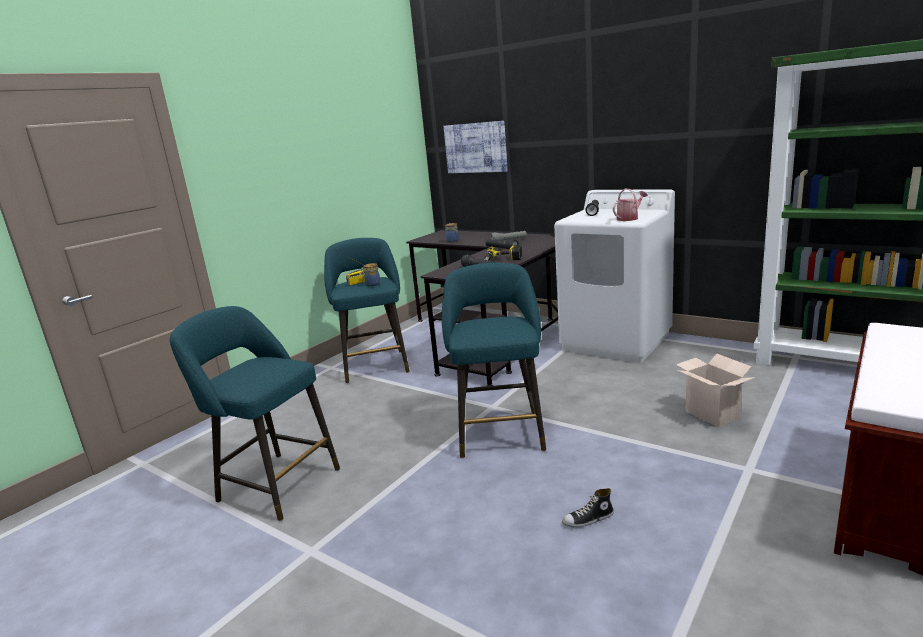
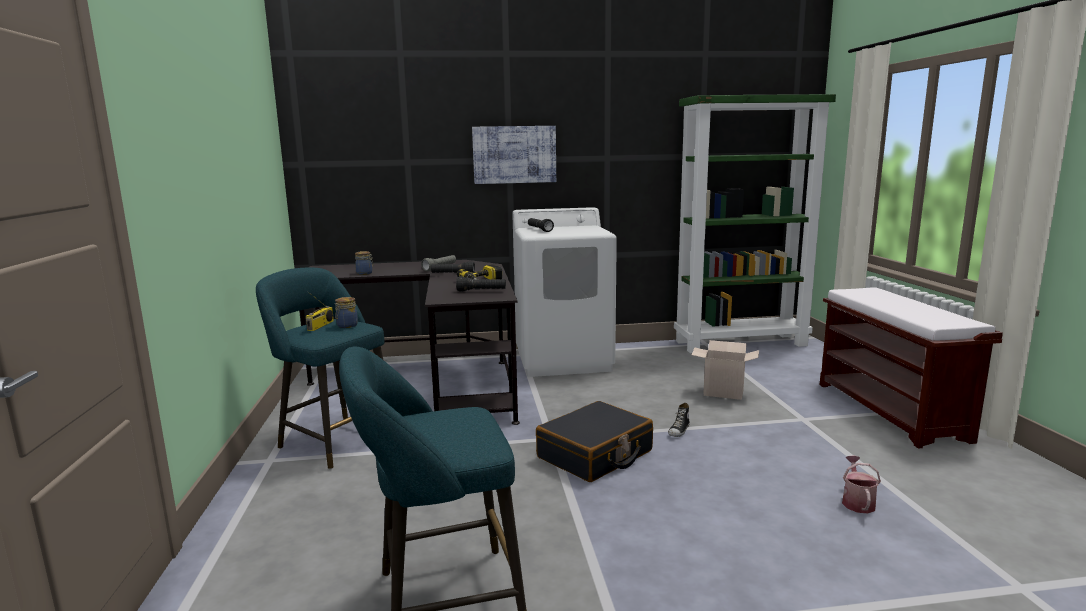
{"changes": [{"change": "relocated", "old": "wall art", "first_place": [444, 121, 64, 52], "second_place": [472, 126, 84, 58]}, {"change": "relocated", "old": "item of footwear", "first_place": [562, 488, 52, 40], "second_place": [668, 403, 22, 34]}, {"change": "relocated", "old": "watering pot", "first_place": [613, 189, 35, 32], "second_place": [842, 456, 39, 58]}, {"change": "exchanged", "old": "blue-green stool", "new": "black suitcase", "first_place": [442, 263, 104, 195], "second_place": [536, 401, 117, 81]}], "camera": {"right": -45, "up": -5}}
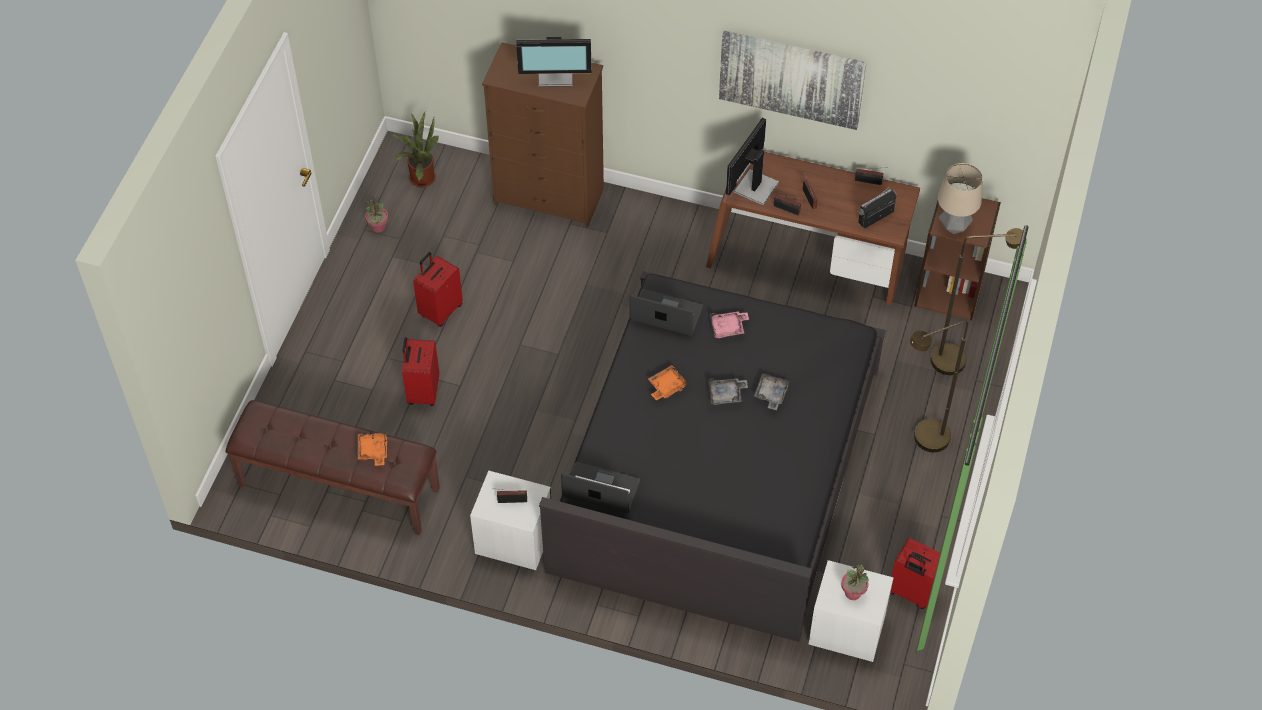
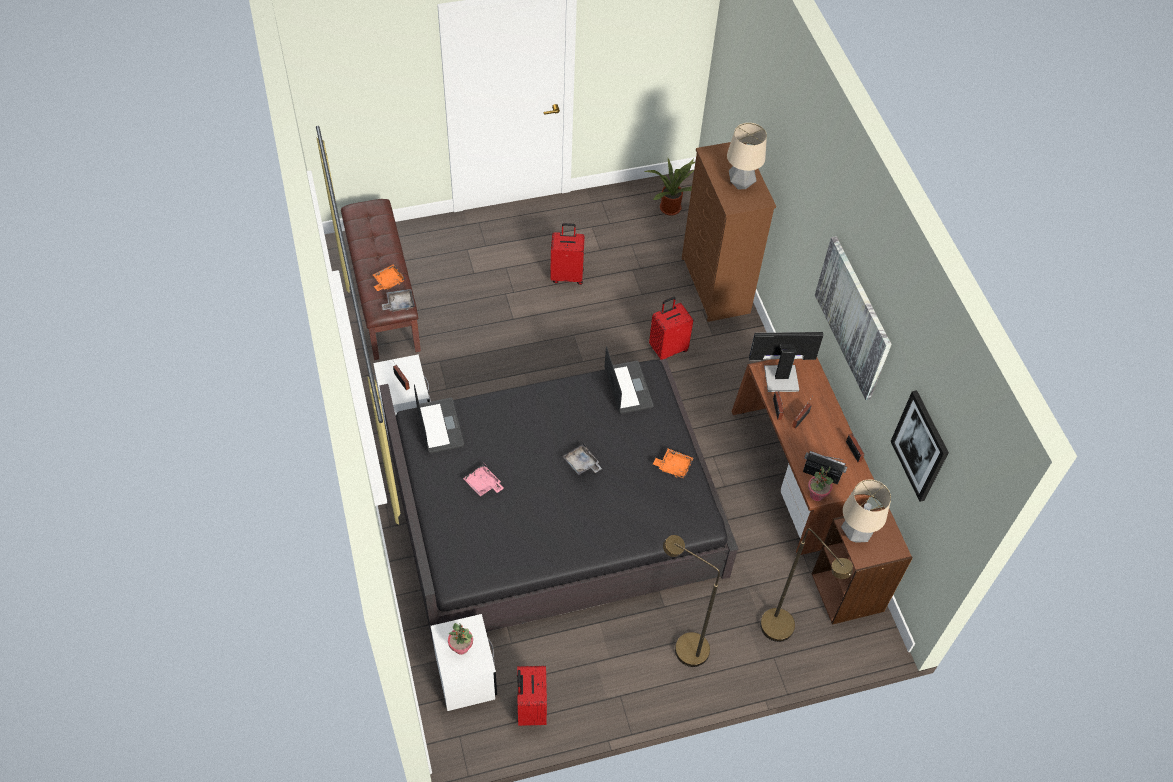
{"changes": [{"change": "appeared", "new": "wall art", "second_place": [890, 390, 59, 112]}, {"change": "relocated", "old": "plant in a pot", "first_place": [365, 195, 23, 38], "second_place": [808, 466, 25, 35]}, {"change": "relocated", "old": "reddish suitcase", "first_place": [402, 337, 37, 69], "second_place": [649, 297, 44, 63]}, {"change": "relocated", "old": "orange-coloured tray", "first_place": [648, 365, 41, 36], "second_place": [653, 449, 40, 29]}, {"change": "relocated", "old": "pink-coloured tray", "first_place": [710, 311, 39, 27], "second_place": [463, 463, 41, 34]}, {"change": "relocated", "old": "greyish tray", "first_place": [754, 373, 36, 37], "second_place": [382, 289, 33, 23]}, {"change": "exchanged", "old": "computer screen", "new": "lamp for a table", "first_place": [516, 37, 76, 50], "second_place": [727, 123, 40, 66]}], "camera": {"right": 55, "up": 0}}
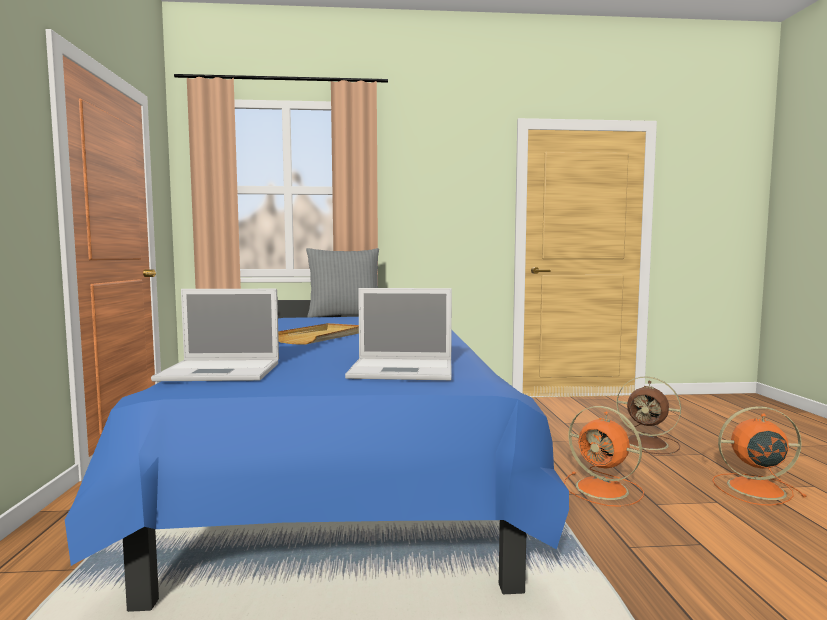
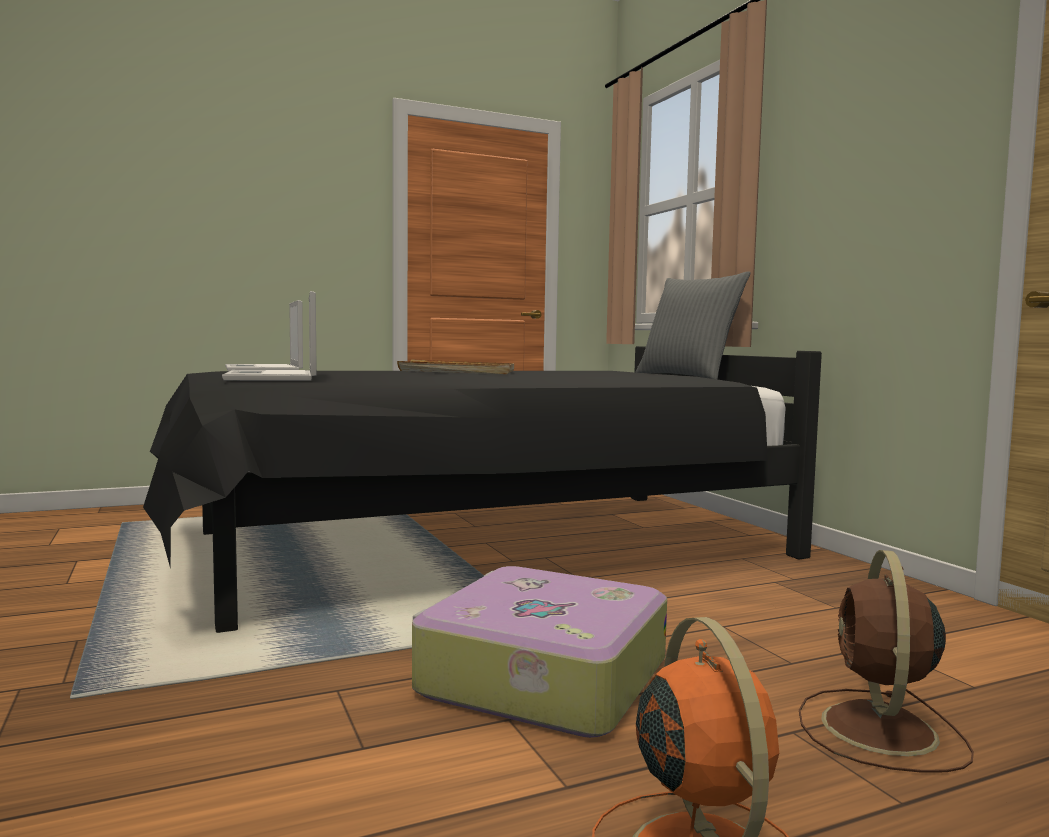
{"changes": [{"change": "exchanged", "old": "orange-coloured cooling fan", "new": "suitcase", "first_place": [564, 406, 80, 101], "second_place": [412, 566, 255, 172]}, {"change": "colour", "old": "blue-coloured sleeping bed", "new": "black sleeping bed", "first_place": [65, 297, 504, 315], "second_place": [143, 346, 679, 287]}], "camera": {"right": 70, "up": 0}}
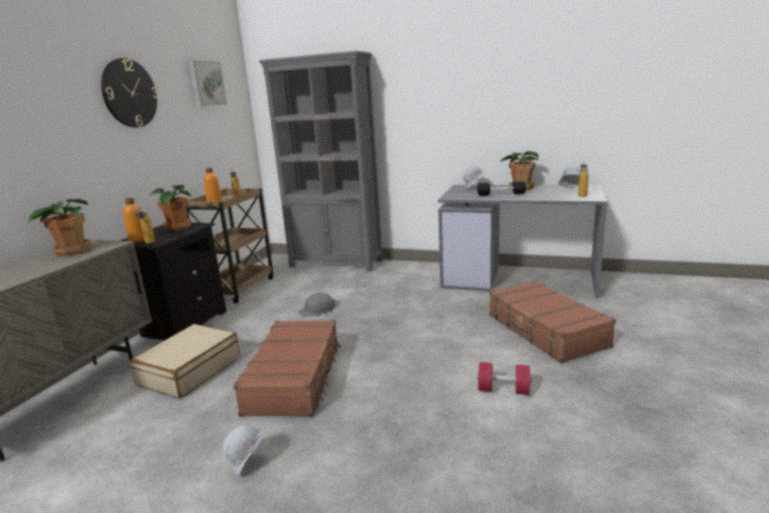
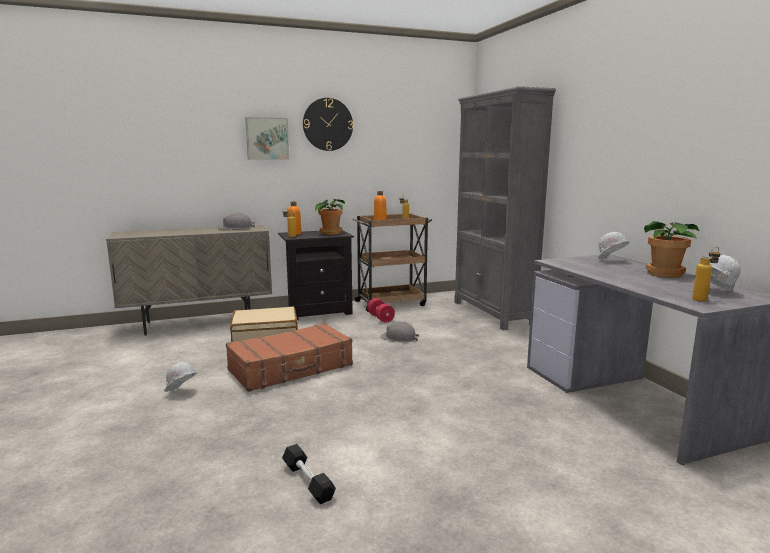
{"changes": [{"change": "missing", "old": "brownish suitcase", "first_place": [489, 280, 127, 83]}, {"change": "relocated", "old": "wall art", "first_place": [189, 61, 38, 46], "second_place": [245, 117, 45, 43]}, {"change": "relocated", "old": "black hand weight", "first_place": [477, 181, 49, 15], "second_place": [282, 444, 54, 60]}, {"change": "relocated", "old": "reddish hand weight", "first_place": [477, 362, 55, 33], "second_place": [367, 298, 28, 25]}, {"change": "exchanged", "old": "plant in a pot", "new": "greyish work helmet", "first_place": [28, 199, 63, 57], "second_place": [218, 212, 37, 17]}], "camera": {"right": 50, "up": -5}}
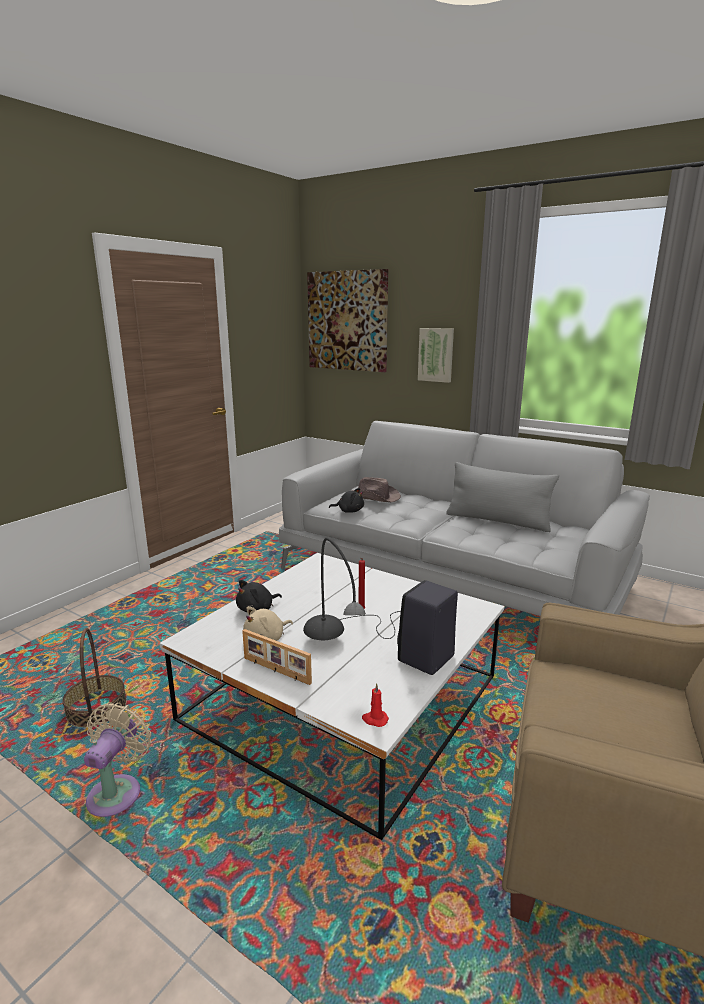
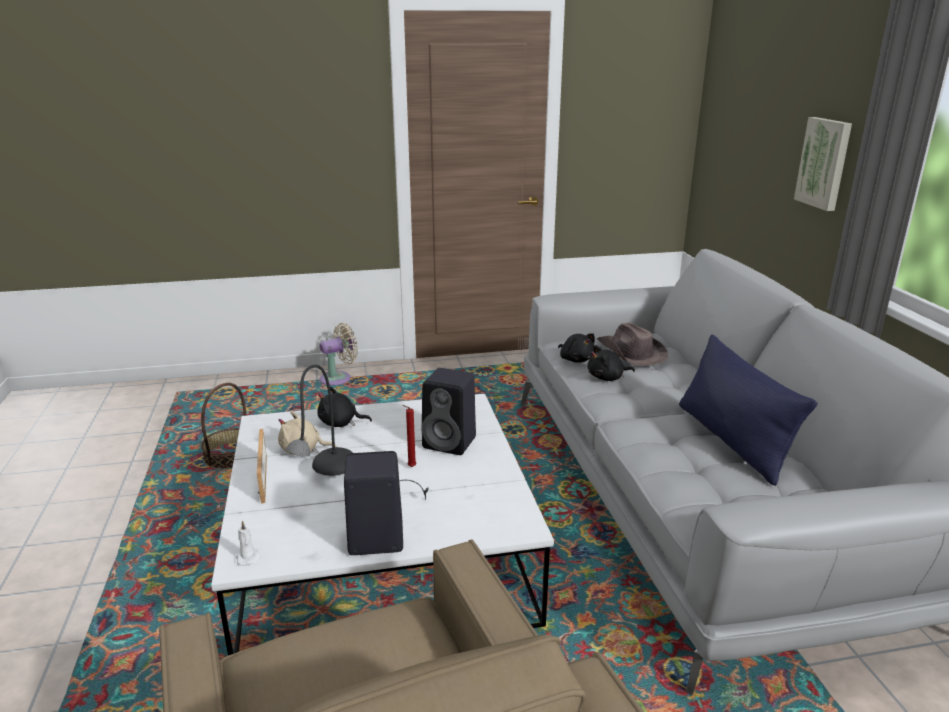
{"changes": [{"change": "missing", "old": "wall art", "first_place": [307, 269, 81, 103]}, {"change": "appeared", "new": "black speaker", "second_place": [421, 368, 55, 87]}, {"change": "appeared", "new": "black soft toy", "second_place": [588, 345, 47, 36]}, {"change": "relocated", "old": "beige-coloured cooling fan", "first_place": [84, 703, 67, 114], "second_place": [319, 323, 39, 62]}, {"change": "colour", "old": "reddish wax candle", "new": "whitish wax candle", "first_place": [362, 683, 27, 44], "second_place": [236, 521, 25, 45]}, {"change": "colour", "old": "greyish cushion", "new": "blue-coloured cushion", "first_place": [446, 462, 113, 70], "second_place": [679, 334, 139, 152]}], "camera": {"right": 45, "up": 5}}
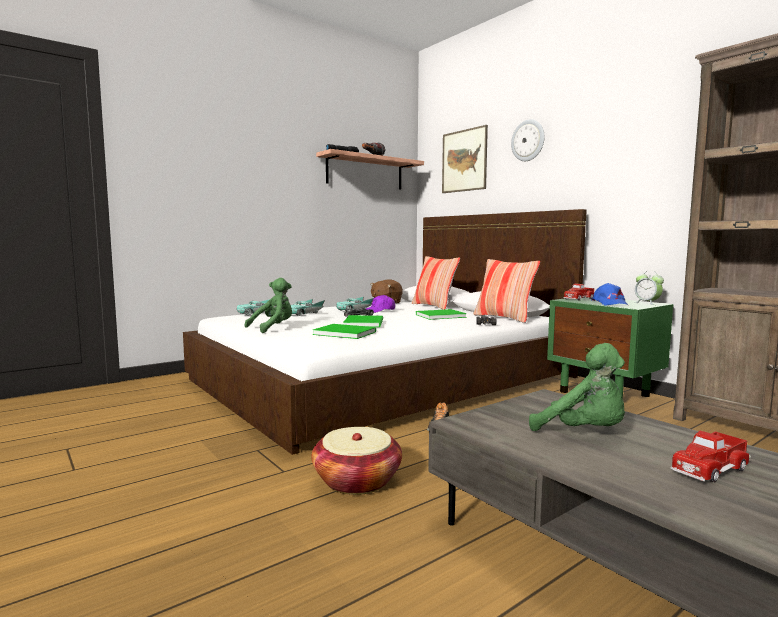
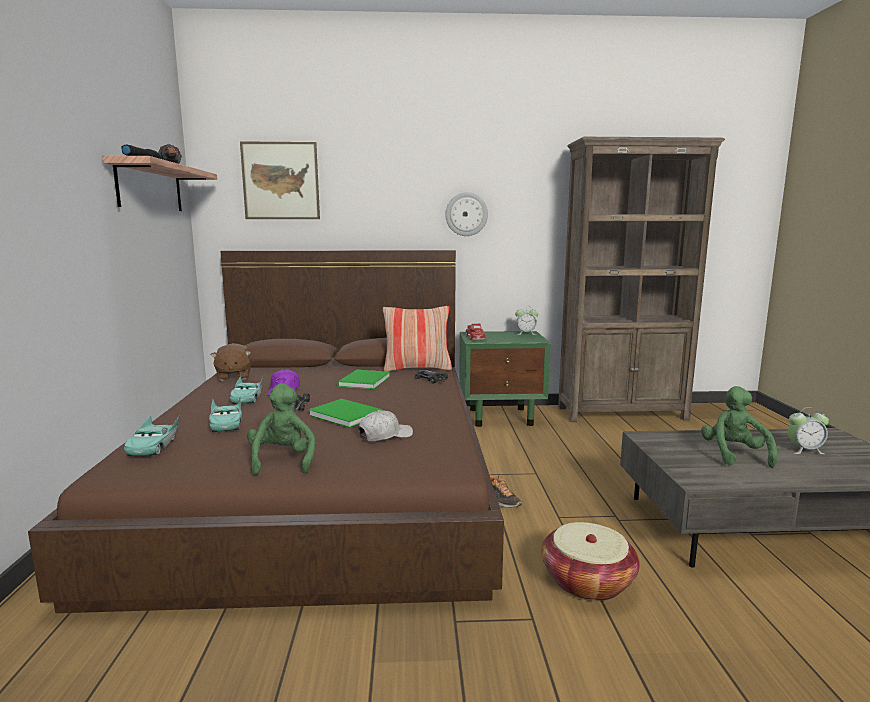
{"changes": [{"change": "missing", "old": "cushion", "first_place": [412, 256, 48, 54]}, {"change": "missing", "old": "blue-coloured peaked cap", "first_place": [592, 283, 37, 23]}, {"change": "relocated", "old": "wall clock", "first_place": [511, 119, 33, 42], "second_place": [445, 192, 43, 44]}, {"change": "exchanged", "old": "green bound book", "new": "whitish peaked cap", "first_place": [313, 324, 63, 15], "second_place": [358, 410, 55, 31]}, {"change": "exchanged", "old": "toy lorry", "new": "bedside clock", "first_place": [671, 431, 80, 51], "second_place": [788, 407, 41, 47]}, {"change": "colour", "old": "whitish sleeping bed", "new": "brownish sleeping bed", "first_place": [183, 209, 404, 246], "second_place": [28, 250, 476, 363]}, {"change": "spun", "old": "green soft toy", "first_place": [529, 343, 96, 88], "second_place": [701, 386, 76, 82], "degrees": -75}], "camera": {"right": -55, "up": 5}}
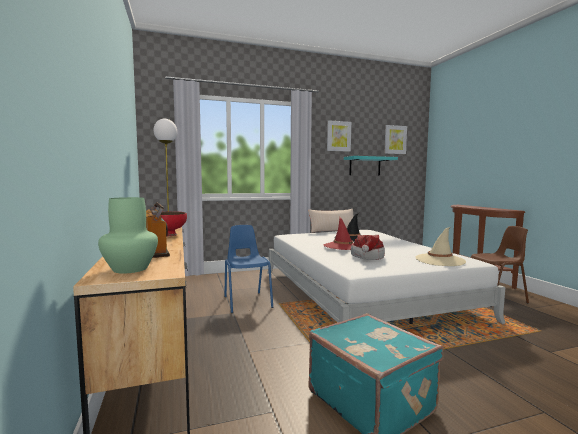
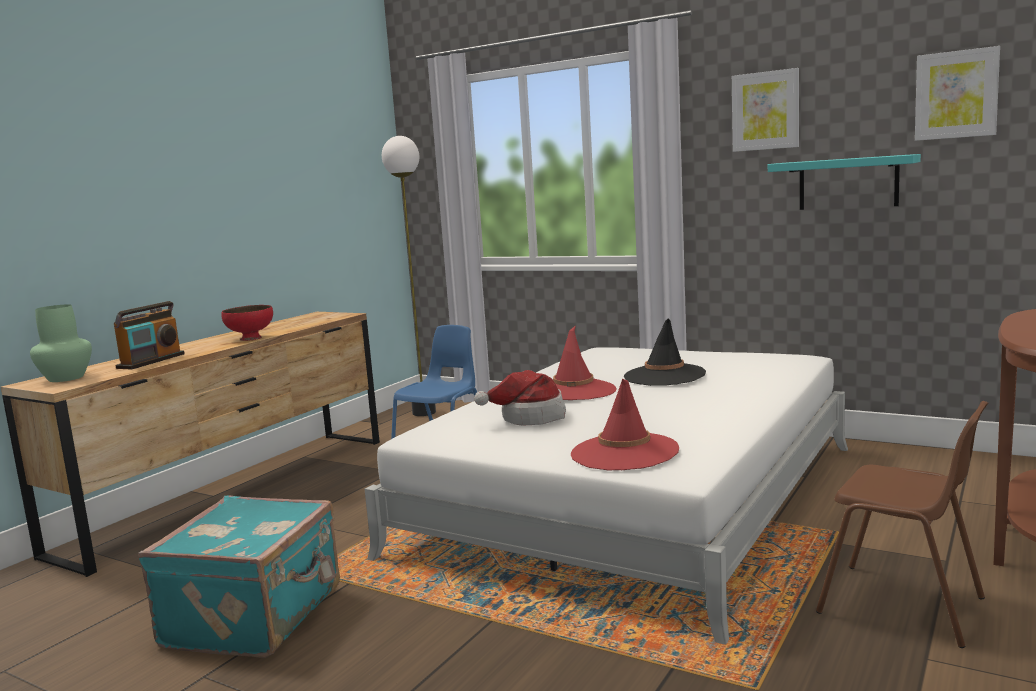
{"changes": [{"change": "missing", "old": "beige-coloured cushion", "first_place": [308, 209, 46, 24]}, {"change": "colour", "old": "beige-coloured hat", "new": "reddish hat", "first_place": [416, 227, 50, 39], "second_place": [571, 379, 108, 91]}], "camera": {"right": 50, "up": 5}}
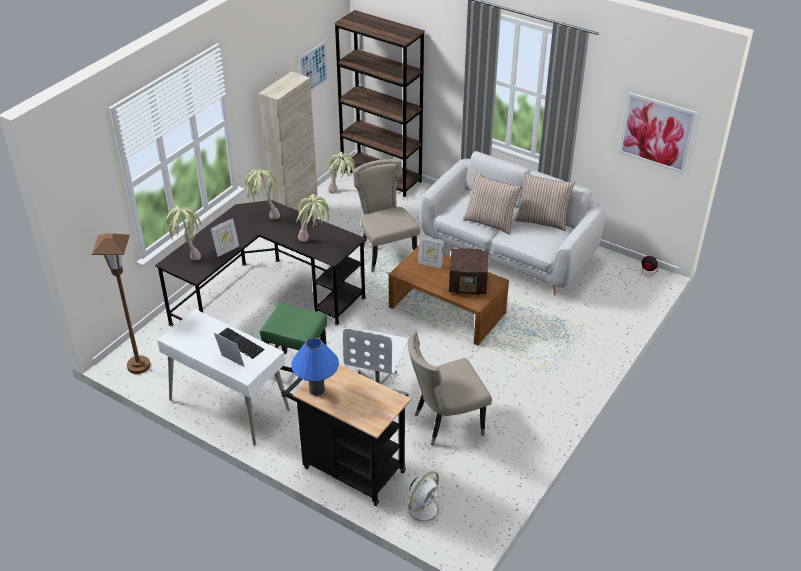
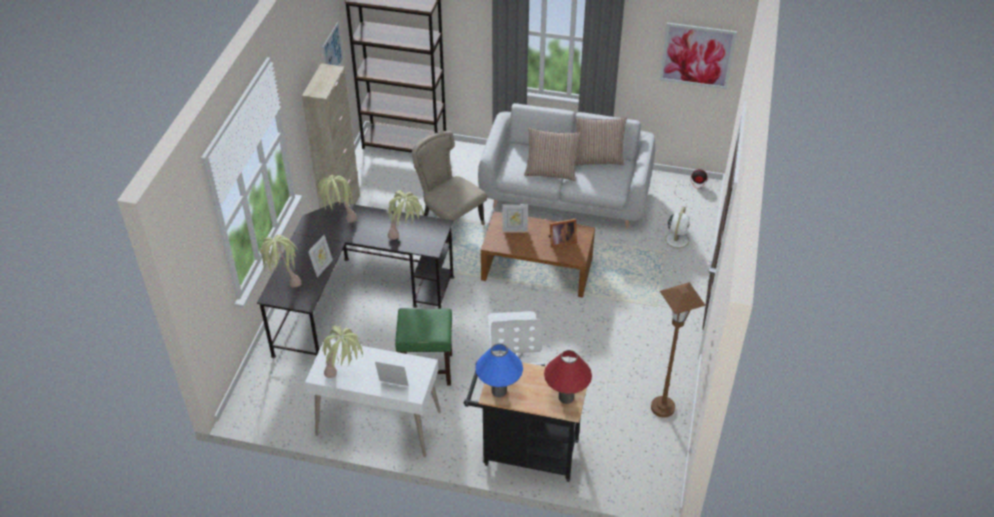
{"changes": [{"change": "missing", "old": "computer keyboard", "first_place": [218, 328, 47, 31]}, {"change": "missing", "old": "beige-coloured chair", "first_place": [408, 331, 84, 115]}, {"change": "appeared", "new": "reddish lamp for a table", "second_place": [544, 350, 48, 54]}, {"change": "relocated", "old": "brownish floor lamp", "first_place": [92, 234, 58, 140], "second_place": [651, 282, 54, 136]}, {"change": "relocated", "old": "plant in a pot", "first_place": [328, 152, 28, 41], "second_place": [322, 325, 41, 53]}, {"change": "relocated", "old": "whitish cooling fan", "first_place": [402, 471, 44, 56], "second_place": [661, 207, 33, 45]}, {"change": "exchanged", "old": "radio set", "new": "picture frame", "first_place": [449, 248, 39, 47], "second_place": [549, 219, 28, 29]}], "camera": {"right": -20, "up": 5}}
